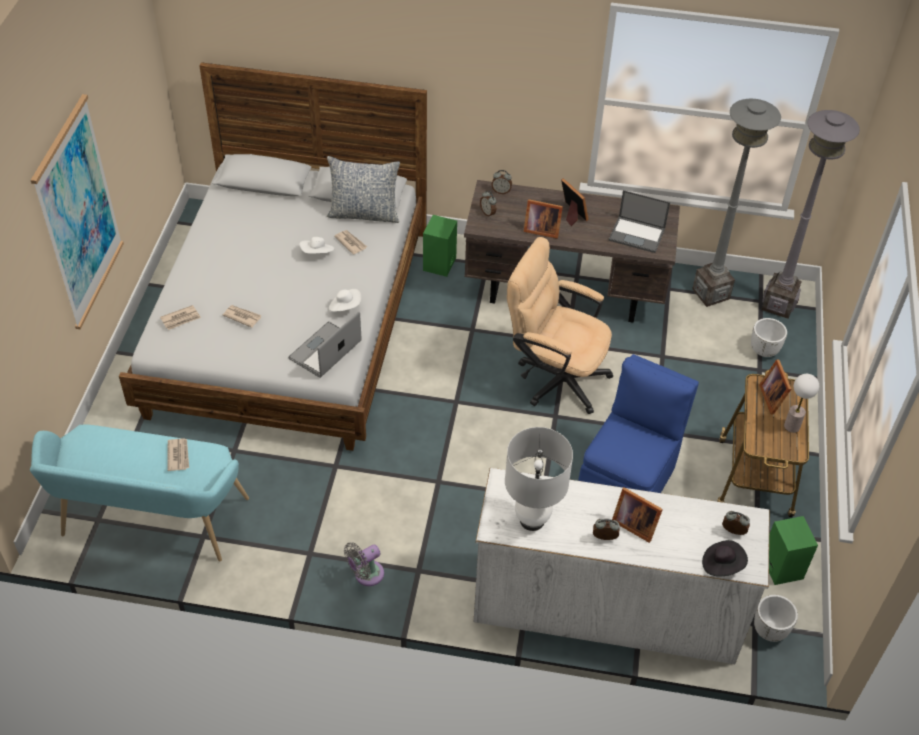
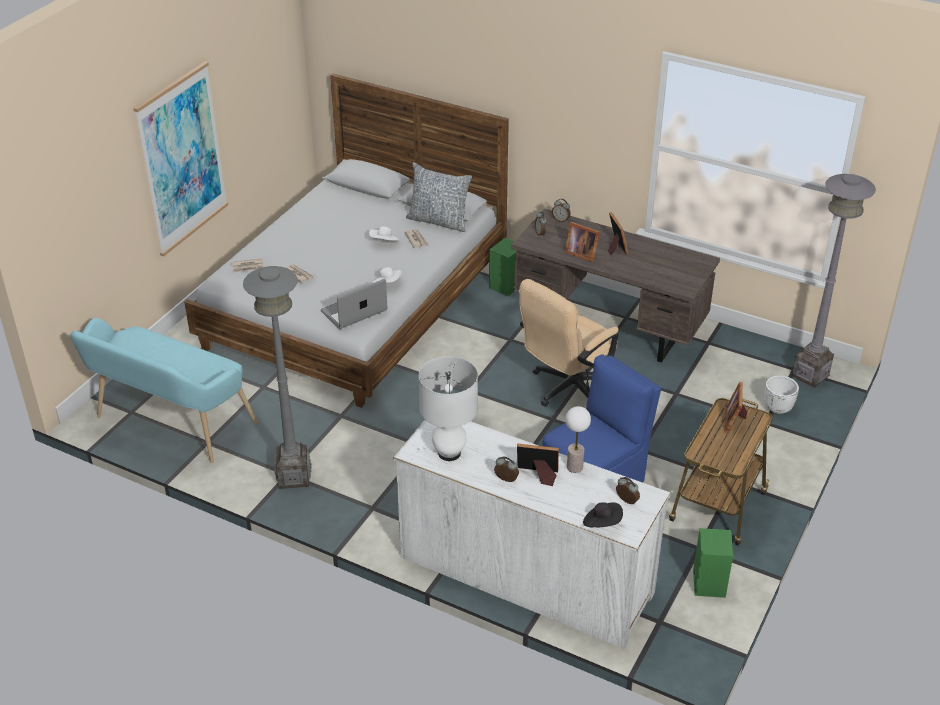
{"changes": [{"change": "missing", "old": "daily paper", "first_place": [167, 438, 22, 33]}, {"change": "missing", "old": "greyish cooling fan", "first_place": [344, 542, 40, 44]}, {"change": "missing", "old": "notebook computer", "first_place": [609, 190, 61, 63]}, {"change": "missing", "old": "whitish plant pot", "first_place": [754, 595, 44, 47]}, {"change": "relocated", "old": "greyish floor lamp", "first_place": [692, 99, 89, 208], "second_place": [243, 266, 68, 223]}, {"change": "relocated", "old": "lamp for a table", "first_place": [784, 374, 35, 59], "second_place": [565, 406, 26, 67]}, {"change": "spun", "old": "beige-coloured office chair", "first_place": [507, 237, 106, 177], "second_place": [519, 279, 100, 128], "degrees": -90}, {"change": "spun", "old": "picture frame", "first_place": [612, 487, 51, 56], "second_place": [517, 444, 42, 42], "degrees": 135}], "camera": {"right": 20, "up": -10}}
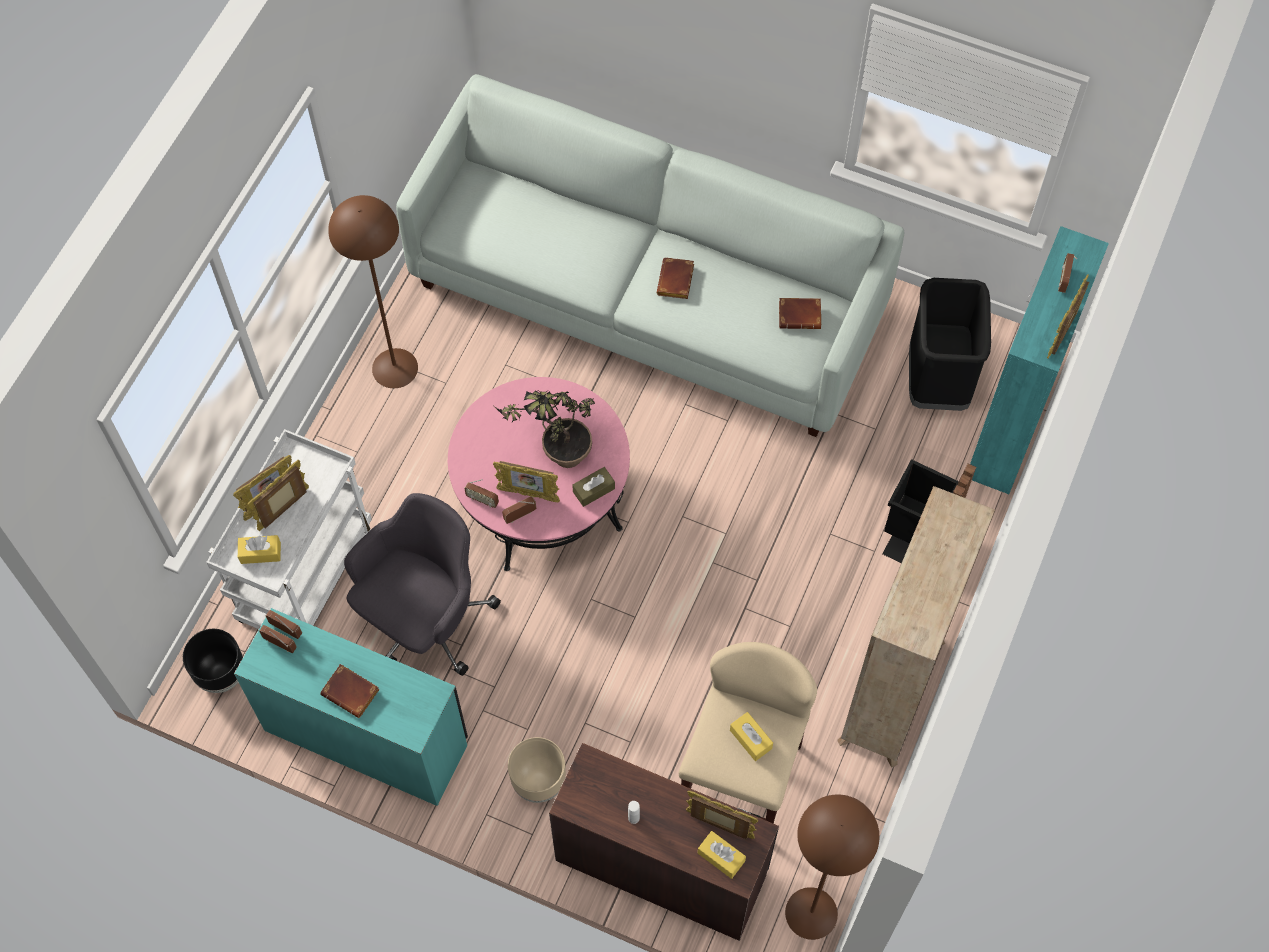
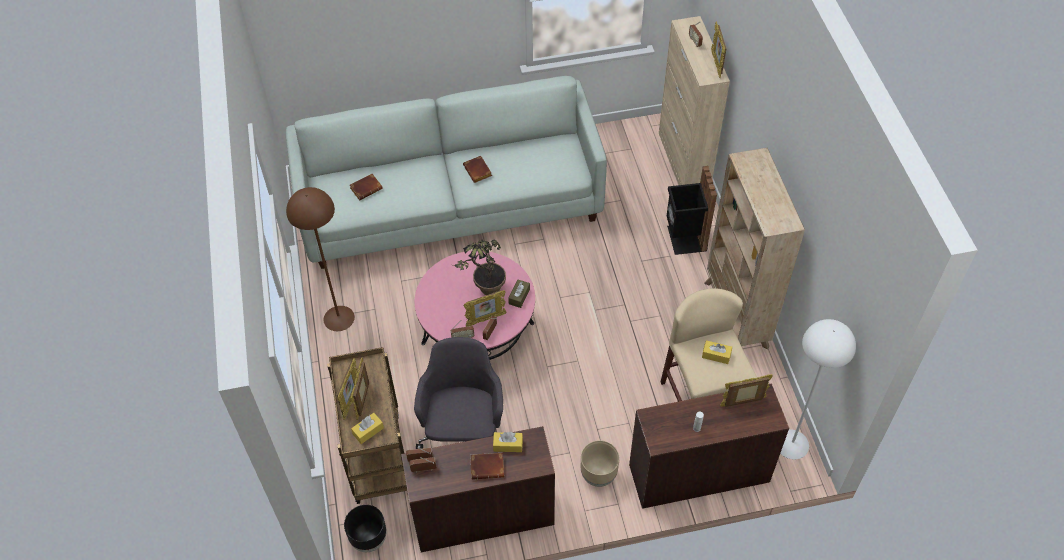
{"changes": [{"change": "missing", "old": "black trash can", "first_place": [909, 278, 82, 133]}, {"change": "relocated", "old": "yellow-coloured box of tissues", "first_place": [698, 831, 48, 48], "second_place": [493, 432, 30, 20]}, {"change": "relocated", "old": "brownish bound book", "first_place": [779, 298, 42, 31], "second_place": [350, 174, 33, 26]}, {"change": "colour", "old": "whitish trolley", "new": "brownish trolley", "first_place": [206, 429, 166, 200], "second_place": [327, 347, 80, 157]}, {"change": "colour", "old": "blue-green desk table", "new": "brownish desk table", "first_place": [234, 608, 234, 198], "second_place": [401, 426, 154, 126]}, {"change": "colour", "old": "brownish floor lamp", "new": "whitish floor lamp", "first_place": [785, 795, 94, 145], "second_place": [780, 319, 76, 140]}, {"change": "colour", "old": "blue-green storage cabinet", "new": "beige-coloured storage cabinet", "first_place": [970, 226, 139, 268], "second_place": [659, 16, 71, 169]}], "camera": {"right": -35, "up": -10}}
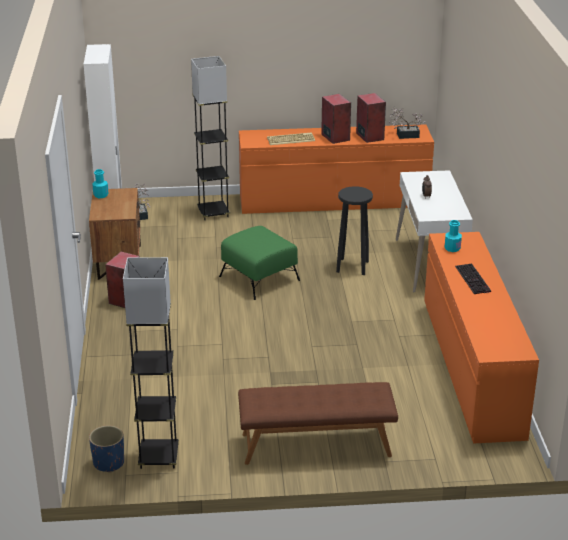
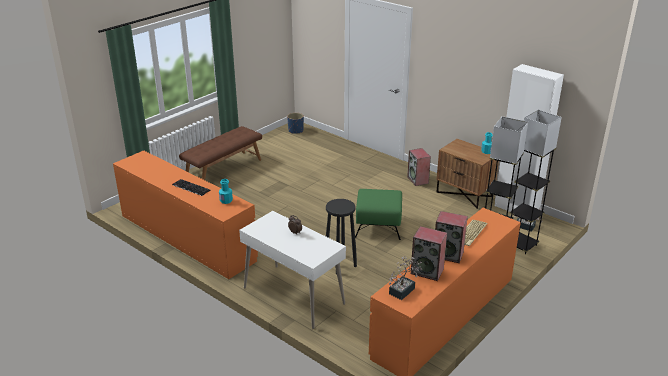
{"changes": [{"change": "relocated", "old": "black floor lamp", "first_place": [123, 257, 56, 212], "second_place": [510, 109, 52, 145]}], "camera": {"right": 135, "up": 0}}
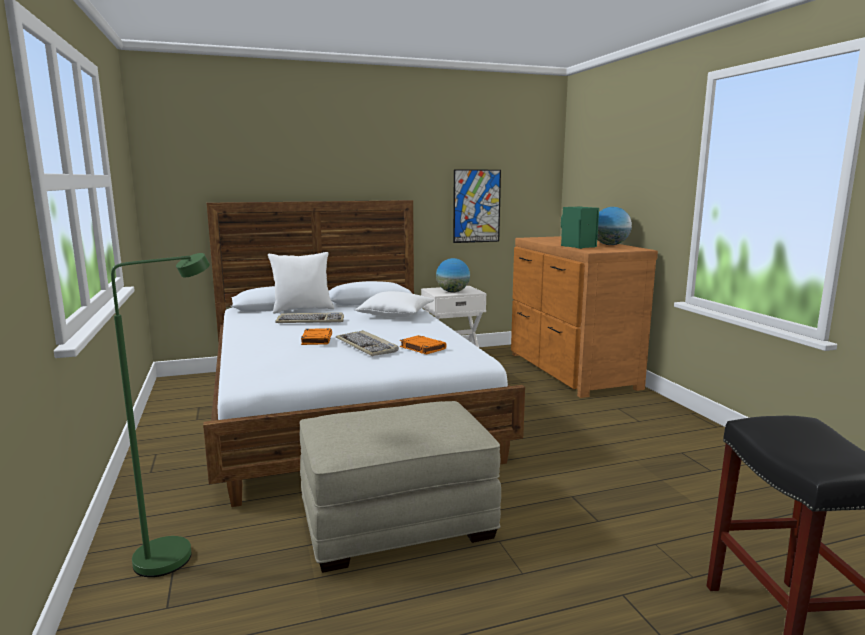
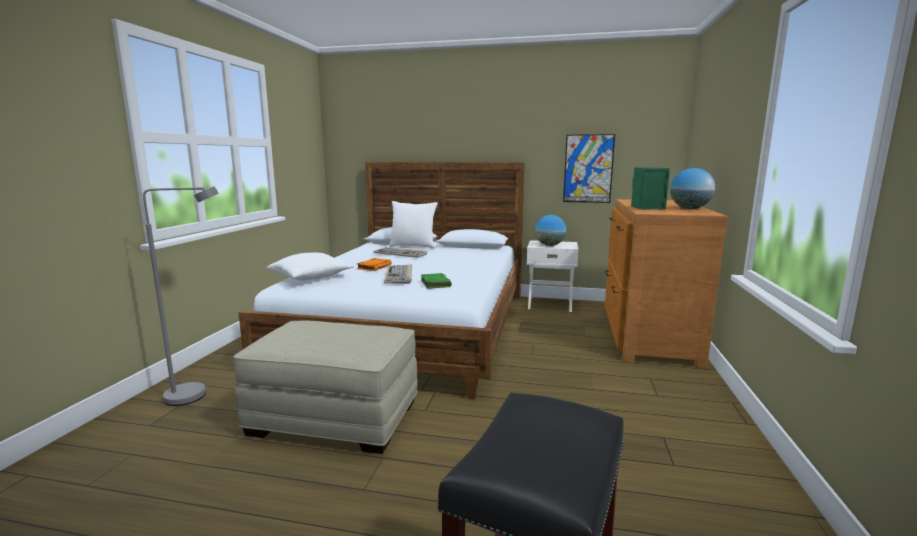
{"changes": [{"change": "relocated", "old": "whitish cushion", "first_place": [355, 291, 79, 26], "second_place": [267, 253, 87, 28]}, {"change": "colour", "old": "green floor lamp", "new": "greyish floor lamp", "first_place": [111, 253, 99, 324], "second_place": [143, 186, 76, 220]}, {"change": "colour", "old": "orange-coloured bound book", "new": "green bound book", "first_place": [400, 335, 47, 20], "second_place": [421, 273, 31, 16]}], "camera": {"right": 30, "up": 0}}
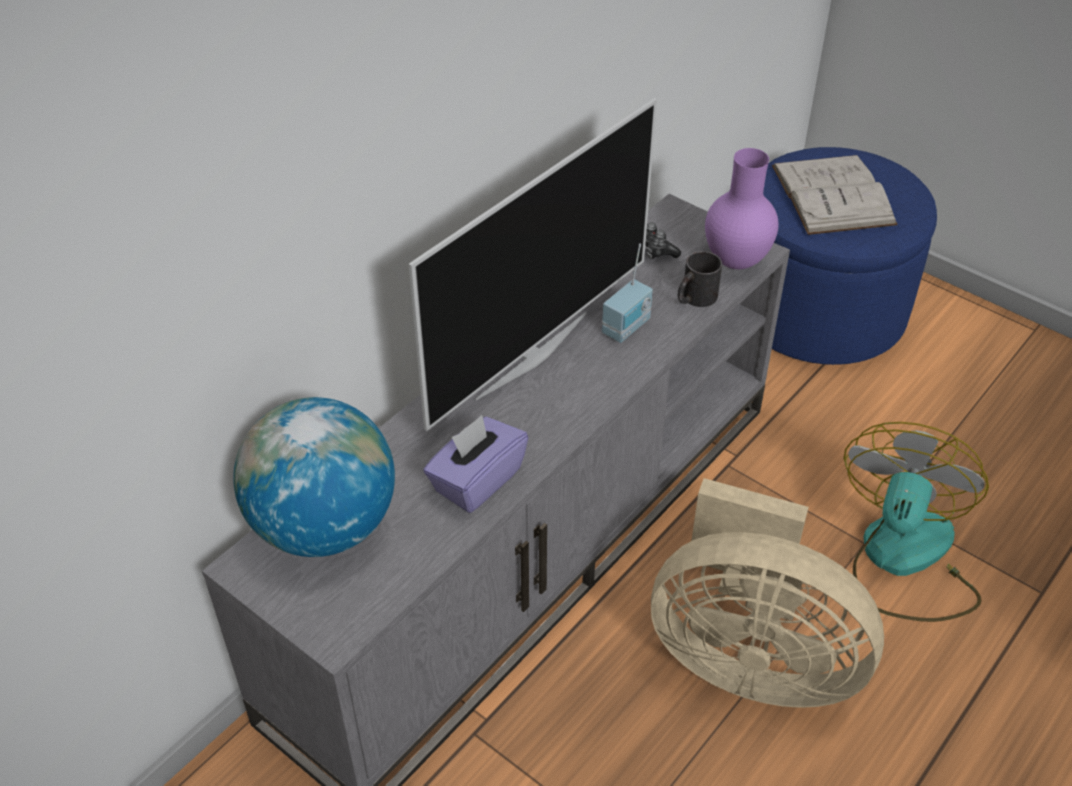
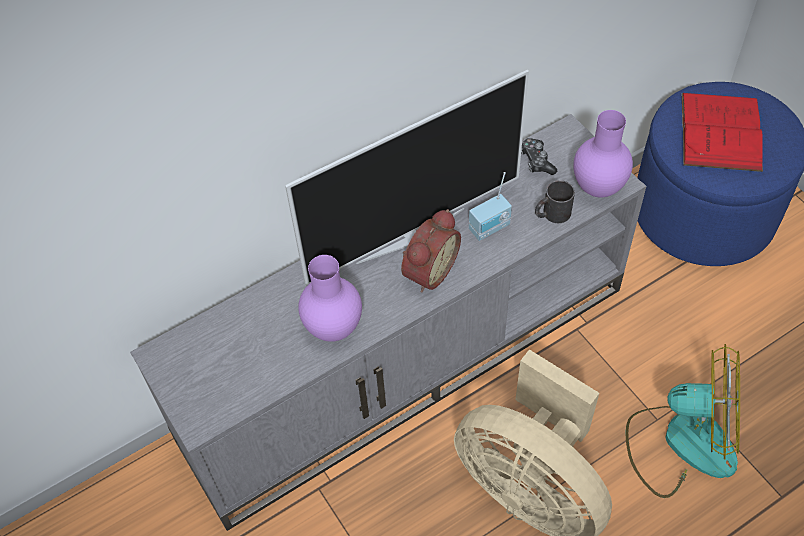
{"changes": [{"change": "missing", "old": "globe", "first_place": [233, 397, 162, 160]}, {"change": "appeared", "new": "bedside clock", "second_place": [401, 209, 60, 84]}, {"change": "exchanged", "old": "purple box of tissues", "new": "purple decorative vase", "first_place": [423, 415, 105, 98], "second_place": [298, 255, 64, 87]}, {"change": "colour", "old": "whitish bound book", "new": "reddish bound book", "first_place": [772, 155, 126, 80], "second_place": [682, 93, 81, 79]}, {"change": "spun", "old": "cooling fan", "first_place": [843, 422, 146, 200], "second_place": [626, 344, 114, 154], "degrees": 60}], "camera": {"right": 20, "up": 10}}
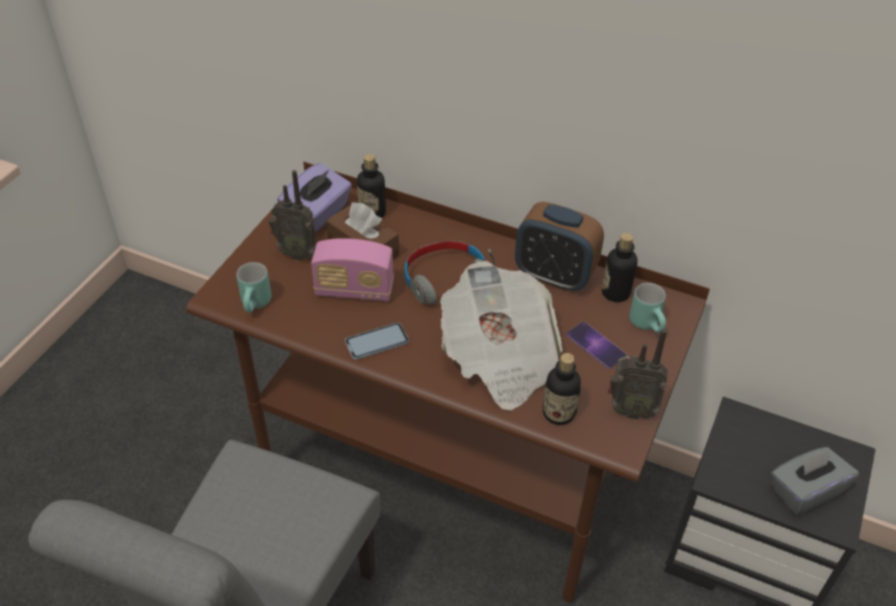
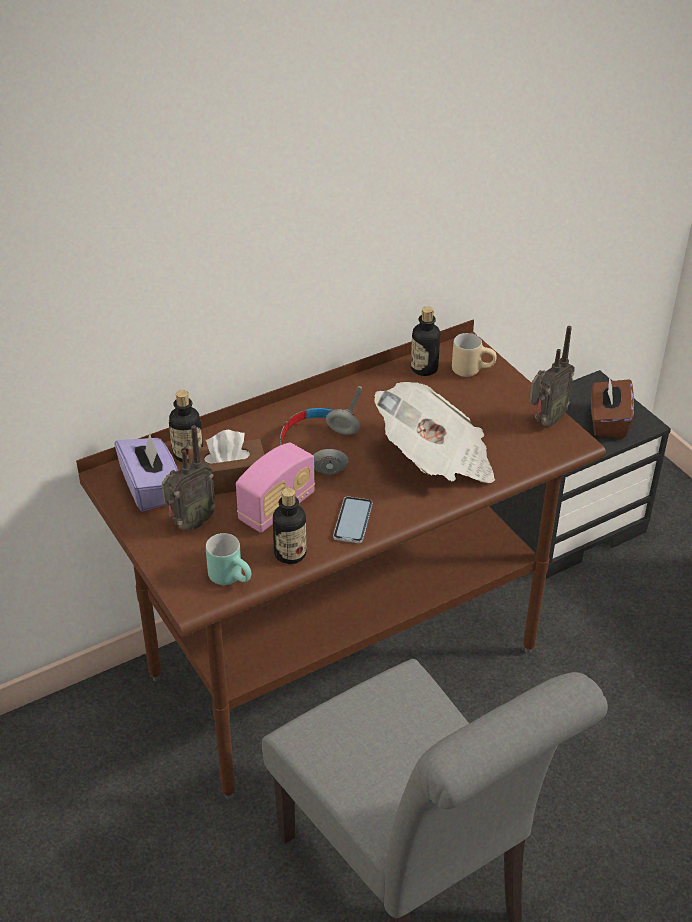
{"changes": [{"change": "missing", "old": "bedside clock", "first_place": [515, 202, 89, 90]}, {"change": "missing", "old": "handset", "first_place": [566, 322, 61, 47]}, {"change": "relocated", "old": "drink bottle", "first_place": [543, 353, 38, 72], "second_place": [273, 488, 34, 76]}, {"change": "colour", "old": "blue-green tea mug", "new": "beige-coloured tea mug", "first_place": [629, 283, 37, 50], "second_place": [452, 333, 45, 44]}, {"change": "colour", "old": "greyish box of tissues", "new": "brownish box of tissues", "first_place": [771, 447, 88, 68], "second_place": [591, 375, 43, 63]}], "camera": {"right": -55, "up": -5}}
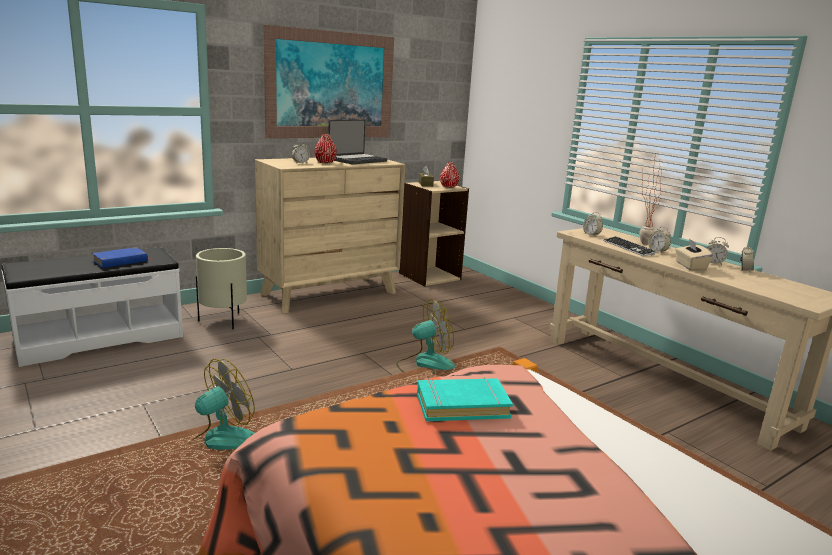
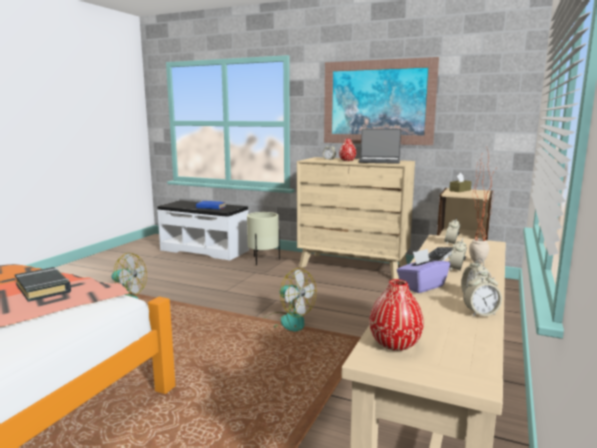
{"changes": [{"change": "relocated", "old": "reddish decorative vase", "first_place": [440, 162, 19, 26], "second_place": [369, 279, 55, 72]}, {"change": "colour", "old": "blue-green bound book", "new": "black bound book", "first_place": [417, 377, 96, 44], "second_place": [15, 267, 56, 35]}, {"change": "colour", "old": "beige-coloured box of tissues", "new": "purple box of tissues", "first_place": [675, 239, 38, 32], "second_place": [397, 249, 53, 44]}], "camera": {"right": 60, "up": -5}}
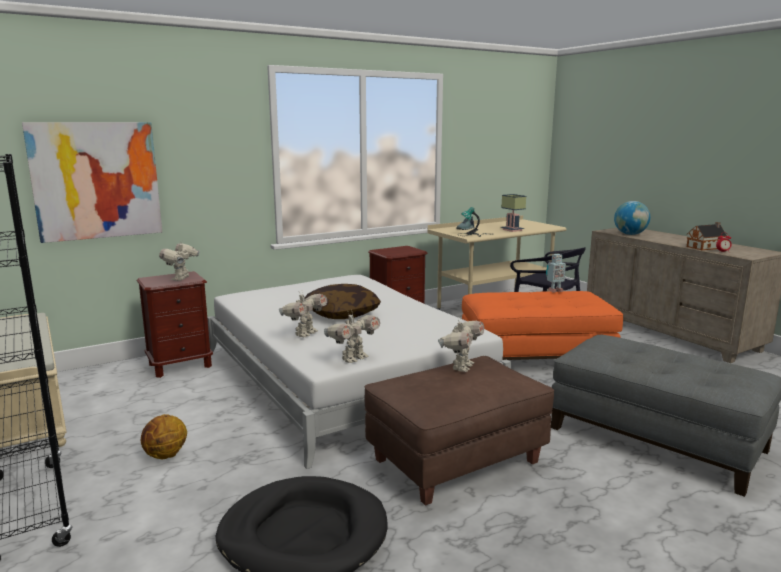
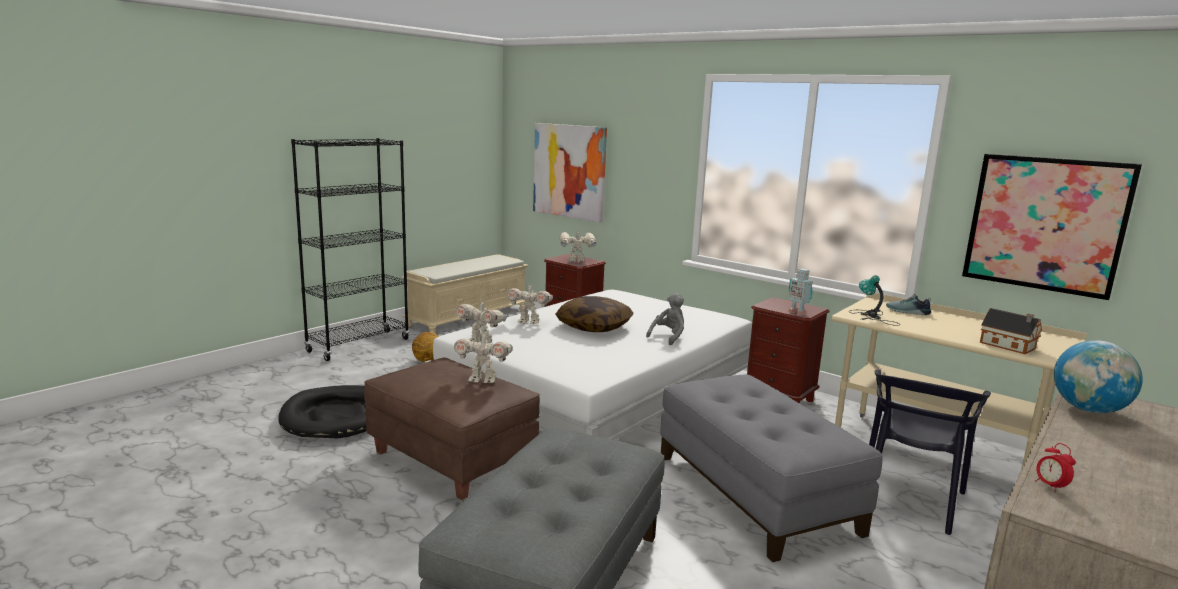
{"changes": [{"change": "missing", "old": "lamp for a table", "first_place": [501, 194, 25, 38]}, {"change": "appeared", "new": "greyish soft toy", "second_place": [646, 293, 38, 52]}, {"change": "appeared", "new": "wall art", "second_place": [962, 154, 180, 146]}, {"change": "relocated", "old": "toy robot", "first_place": [546, 254, 20, 38], "second_place": [788, 269, 25, 47]}, {"change": "relocated", "old": "miniature house", "first_place": [686, 222, 41, 28], "second_place": [980, 308, 62, 46]}, {"change": "colour", "old": "orange-coloured ottoman", "new": "greyish ottoman", "first_place": [462, 291, 161, 69], "second_place": [660, 375, 223, 187]}], "camera": {"right": 70, "up": 0}}
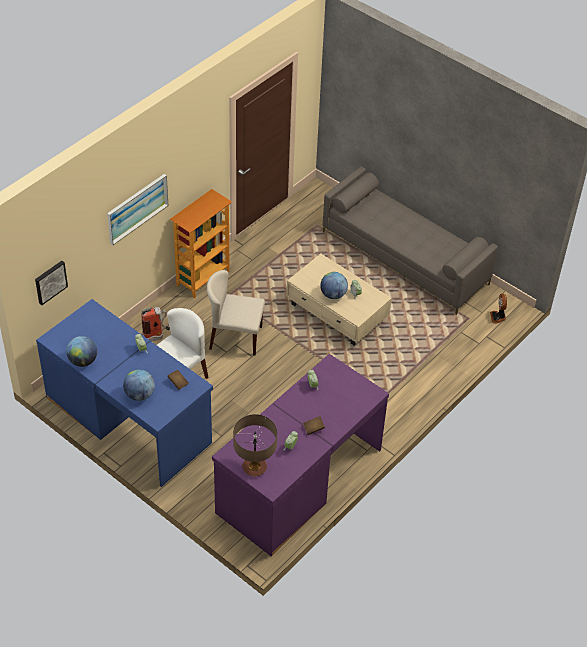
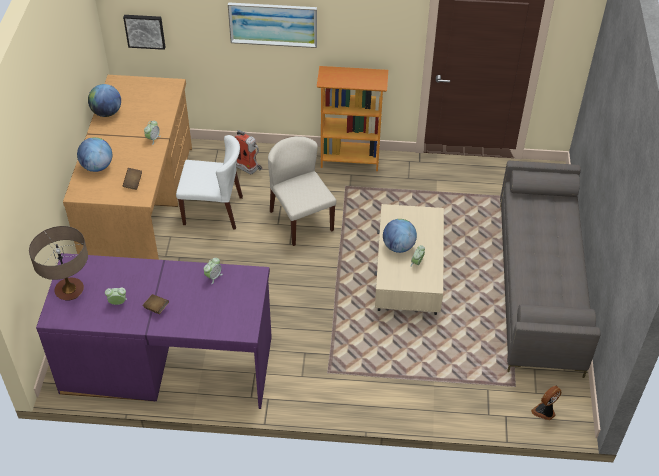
{"changes": [{"change": "colour", "old": "blue-coloured desk table", "new": "brownish desk table", "first_place": [36, 299, 177, 188], "second_place": [63, 75, 129, 185]}], "camera": {"right": 55, "up": 0}}
